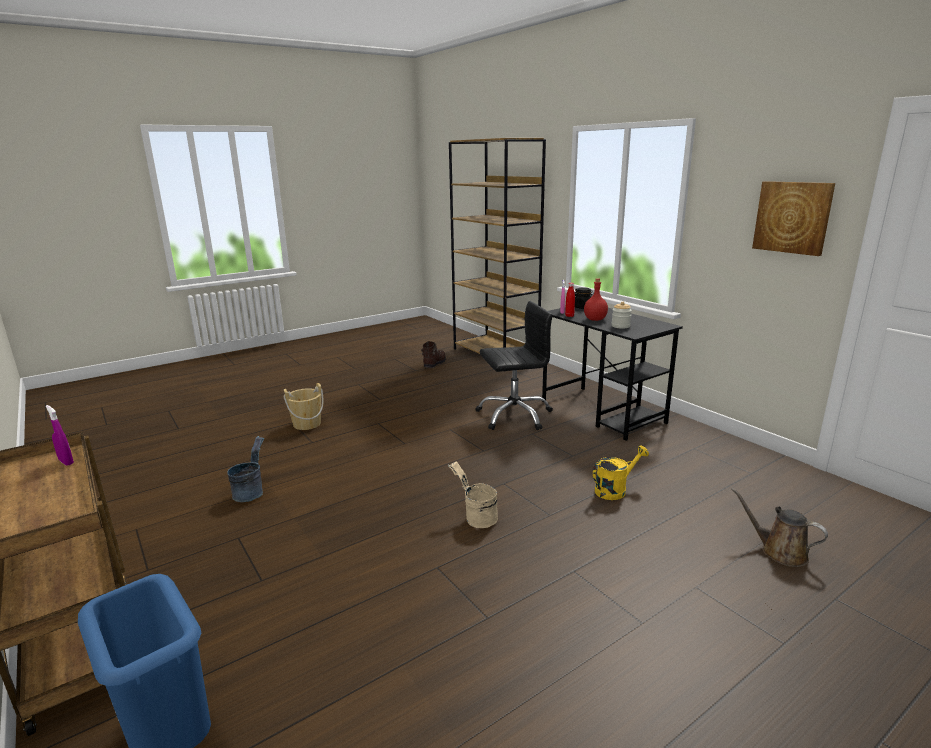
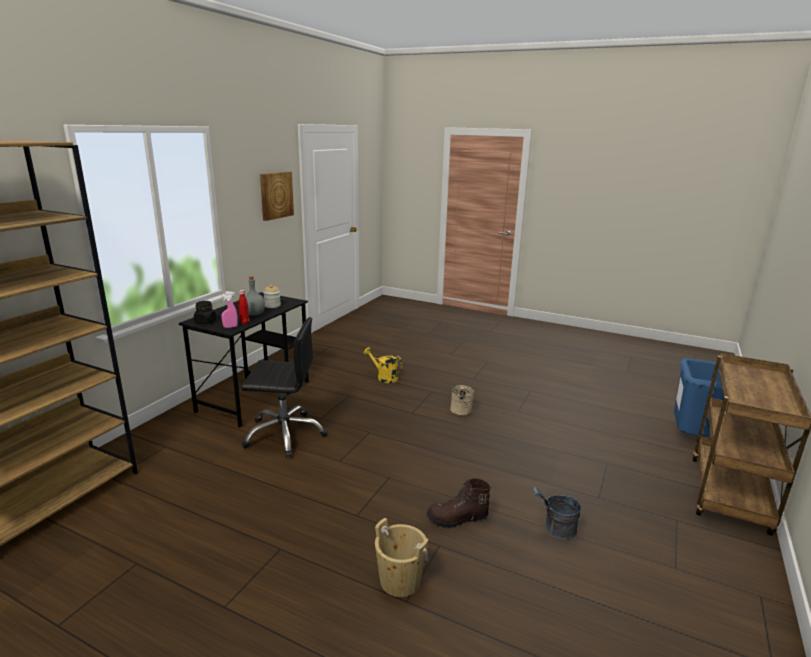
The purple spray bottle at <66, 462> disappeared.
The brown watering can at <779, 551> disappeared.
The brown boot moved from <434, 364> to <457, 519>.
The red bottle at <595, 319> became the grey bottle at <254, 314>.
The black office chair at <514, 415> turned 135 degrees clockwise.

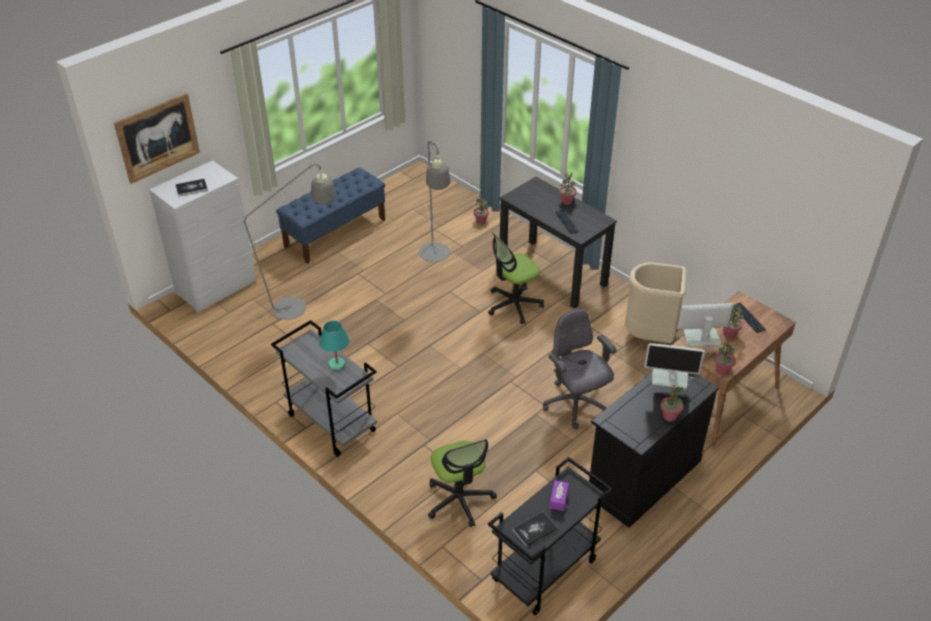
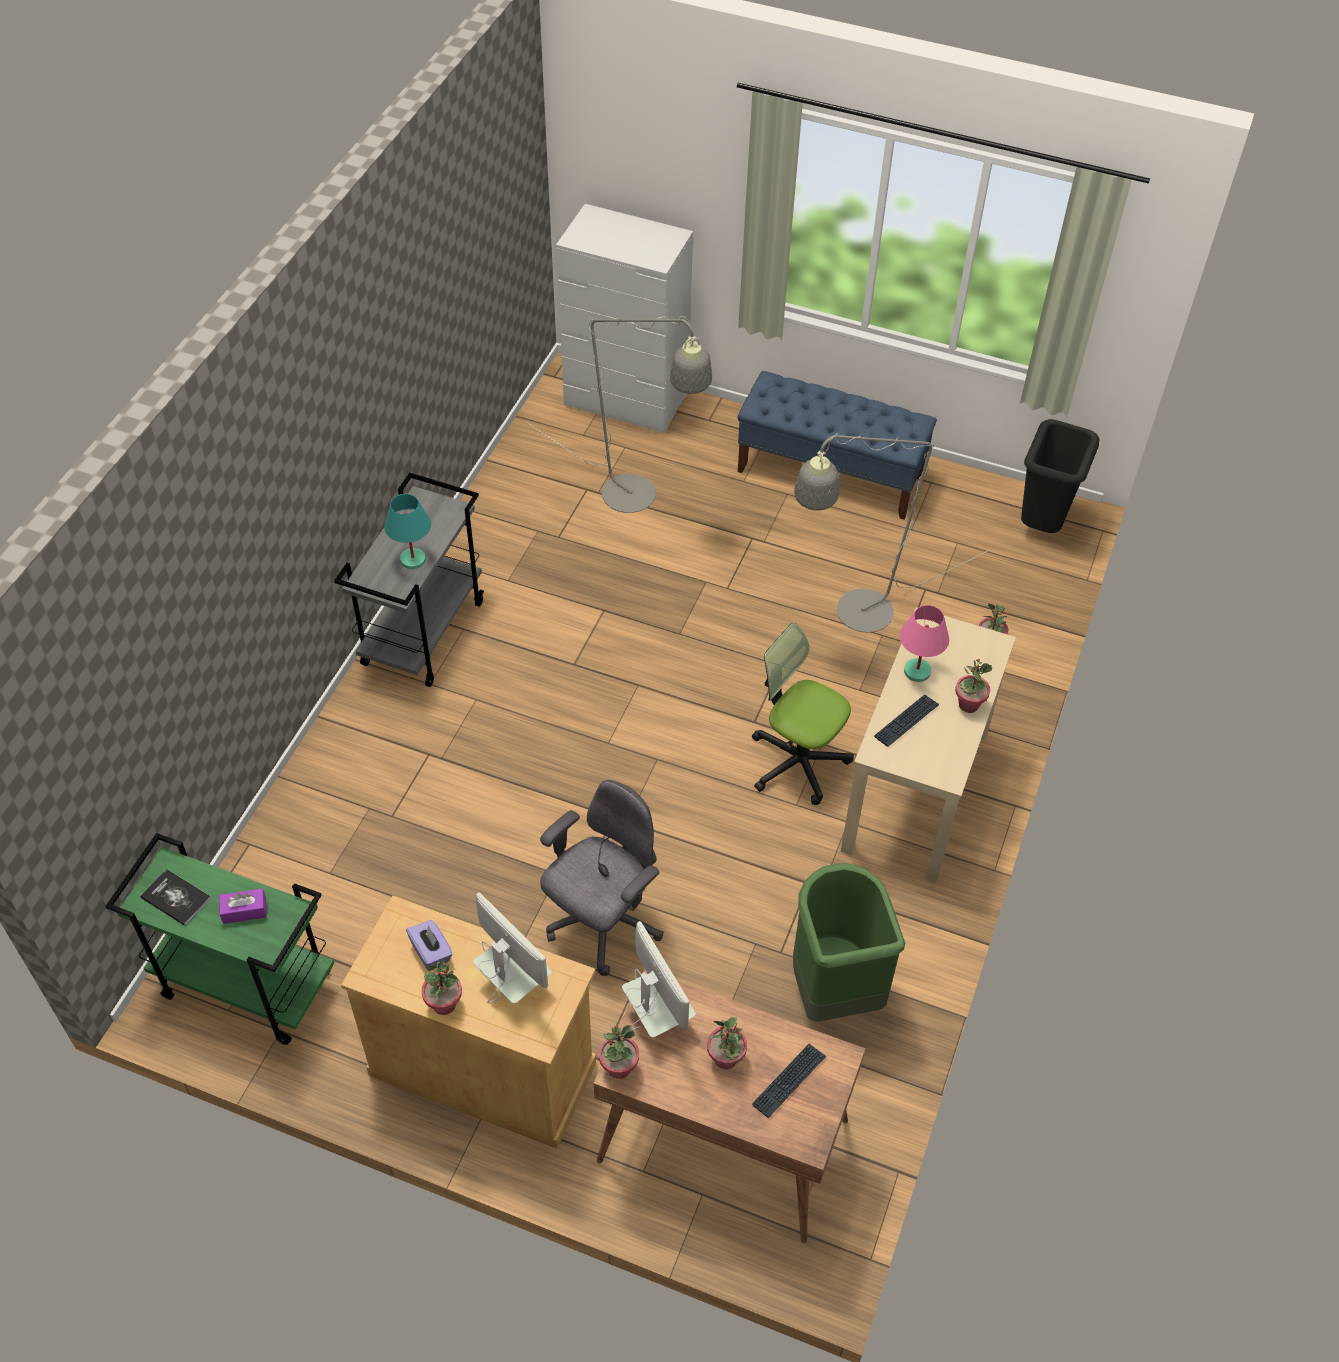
The picture at <157, 137> disappeared.
The book at <191, 188> disappeared.
The office chair at <459, 500> disappeared.
The purple tissue box at <431, 952> appeared.
The pink table lamp at <917, 672> appeared.
The black trash can at <1041, 527> appeared.
The black cart at <544, 572> became the green cart at <245, 985>.
The black desk at <553, 273> became the beige desk at <916, 791>.
The black cabinet at <643, 477> became the beige cabinet at <483, 1068>.
The beige trash can at <650, 336> became the green trash can at <833, 990>.
The monitor at <668, 388> turned 150 degrees clockwise.

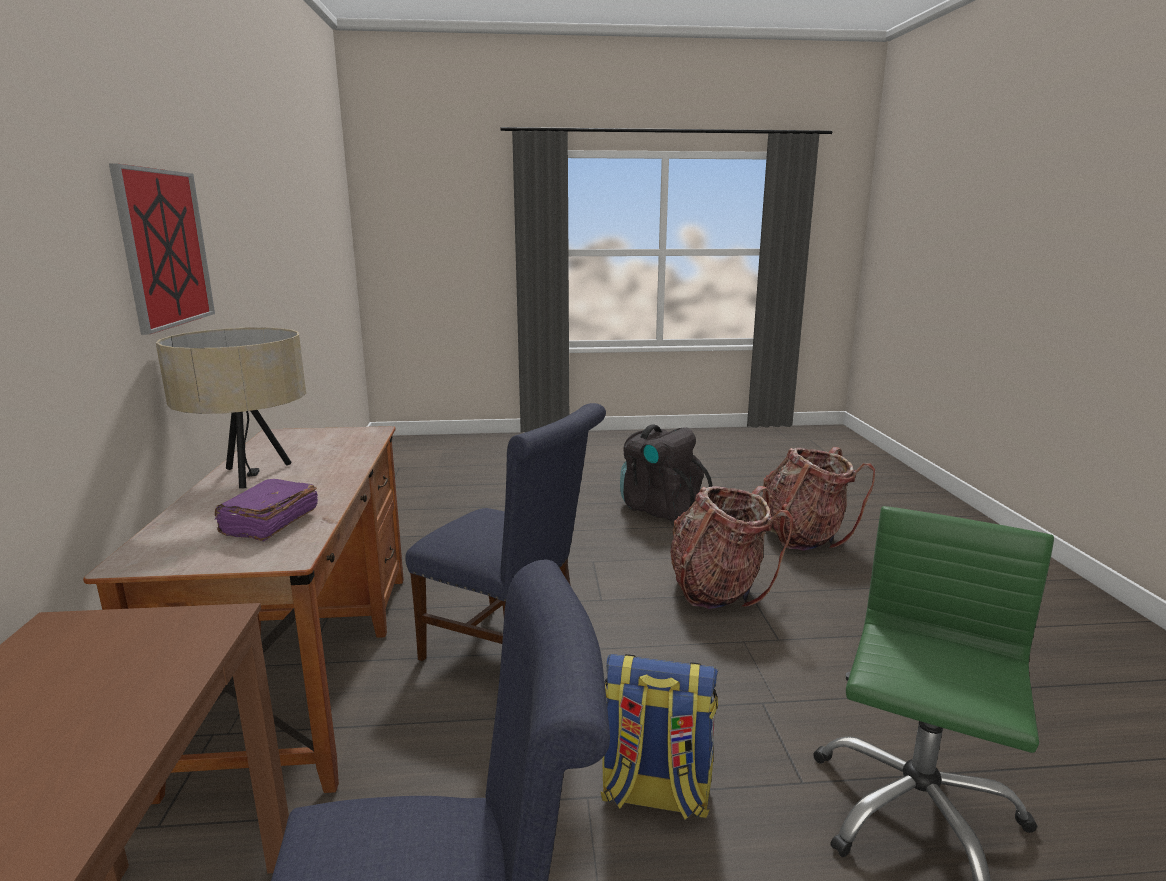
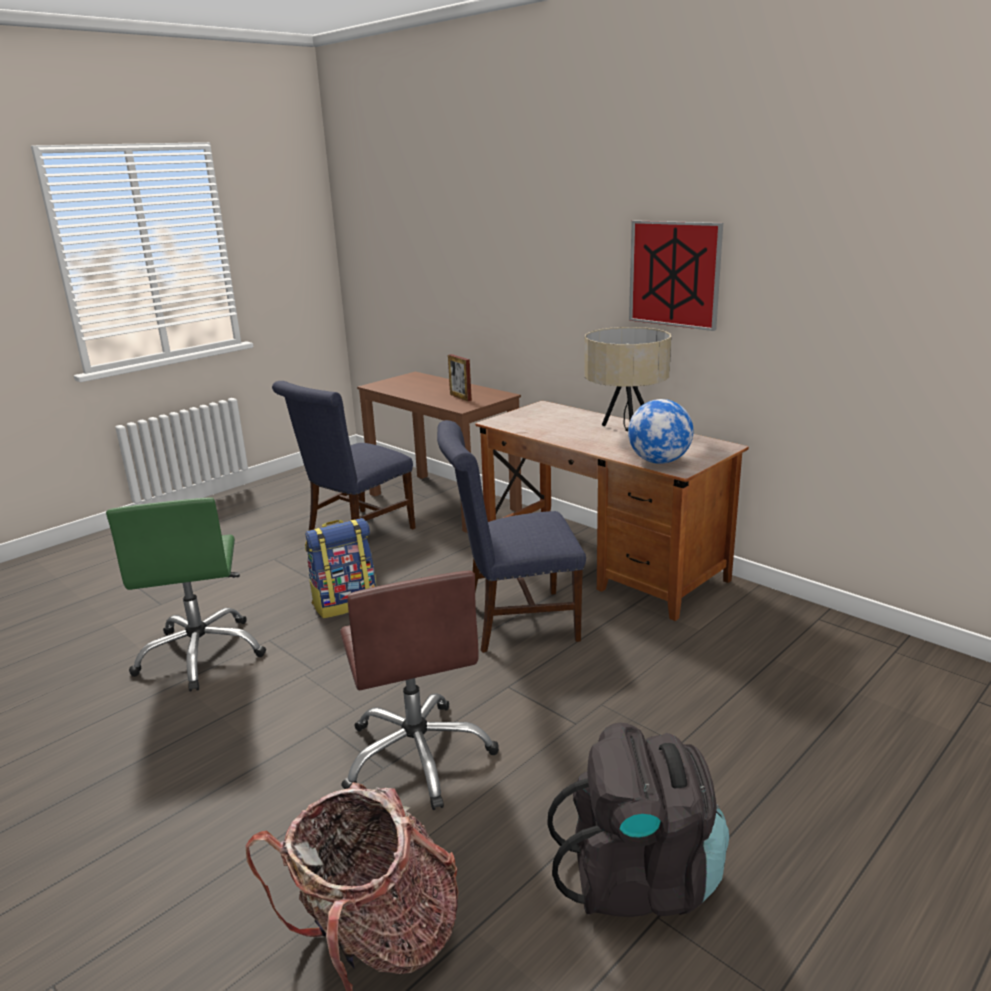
The purple book at <269, 524> disappeared.
The picture frame at <460, 397> appeared.
The globe at <659, 461> appeared.
The backpack at <718, 589> was replaced by the brown office chair at <418, 755>.

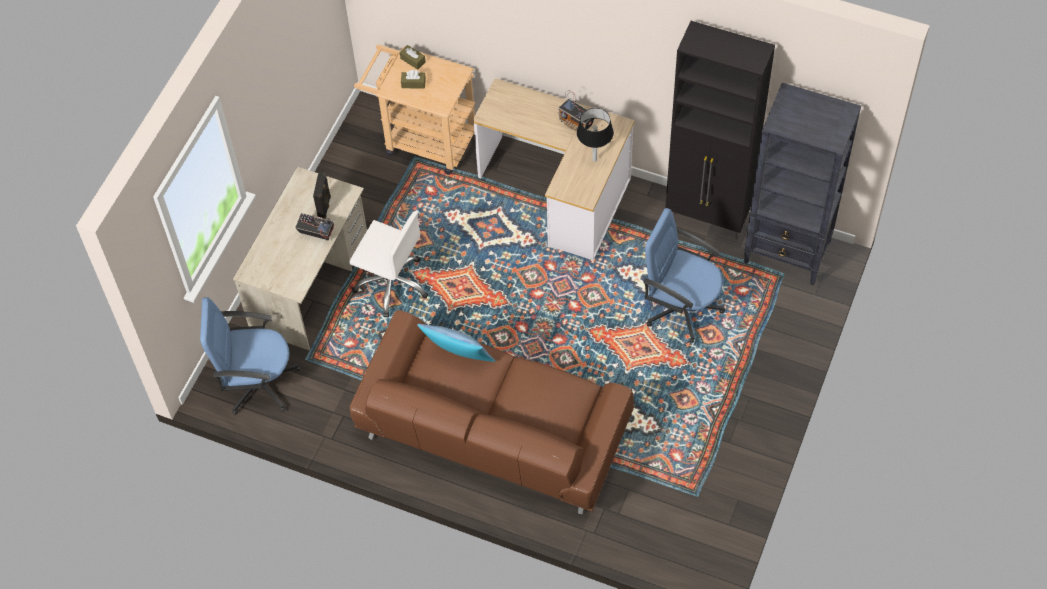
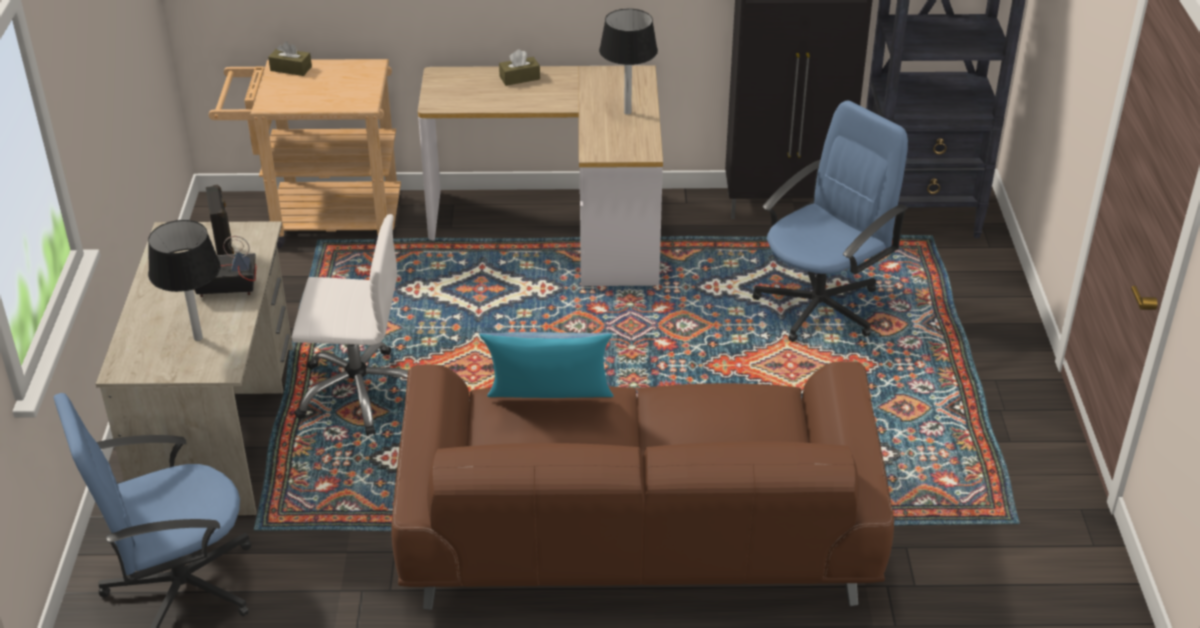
The radio at <576, 123> disappeared.
The black table lamp at <198, 338> appeared.
The brown tissue box moved from <413, 83> to <519, 78>.
The blue office chair at <681, 307> turned 135 degrees clockwise.

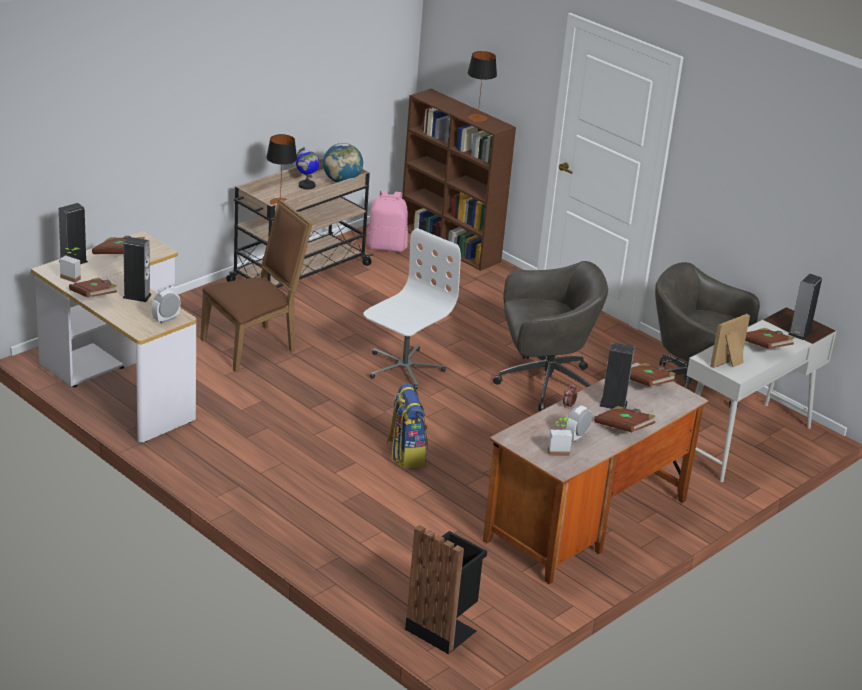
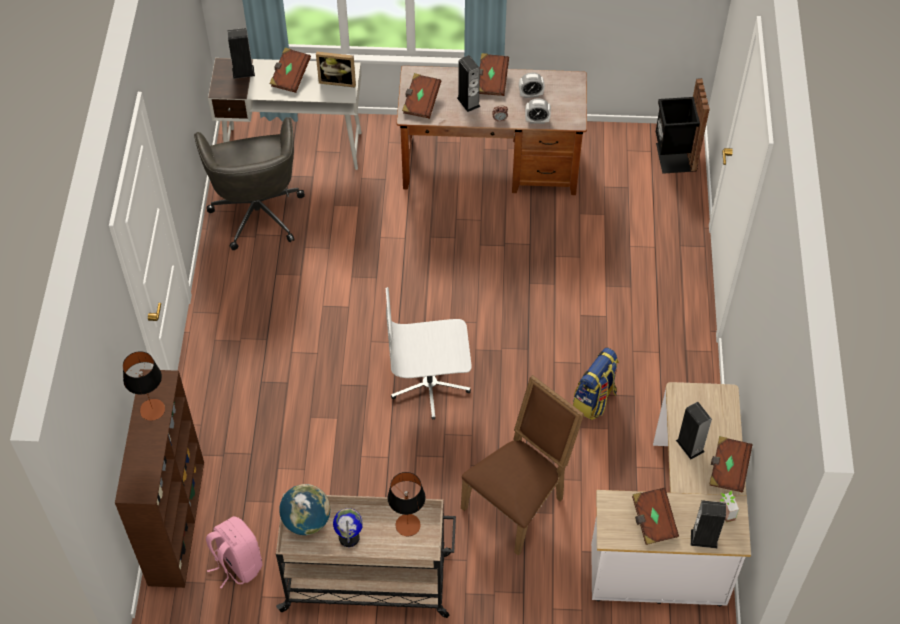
The grey office chair at <543, 383> disappeared.
The potted plant at <557, 450> disappeared.
The alarm clock moved from <166, 319> to <537, 120>.
The backpack moved from <405, 454> to <594, 400>.
The brown chair at <254, 345> turned 120 degrees clockwise.

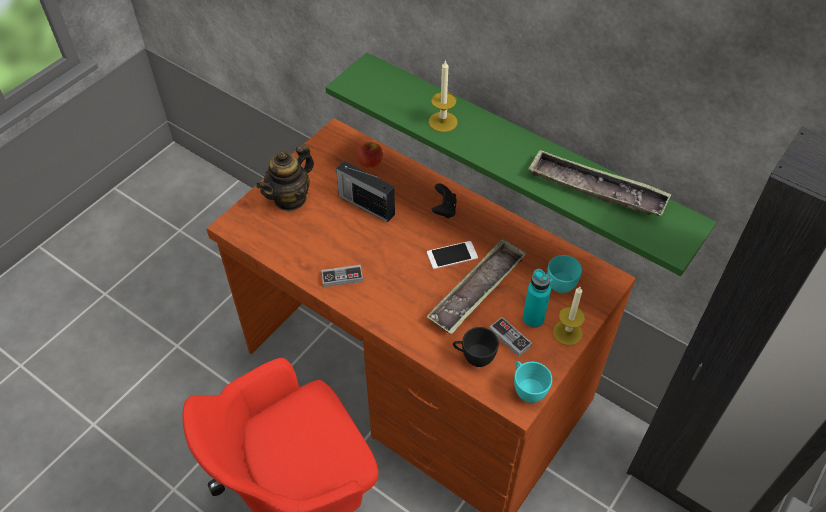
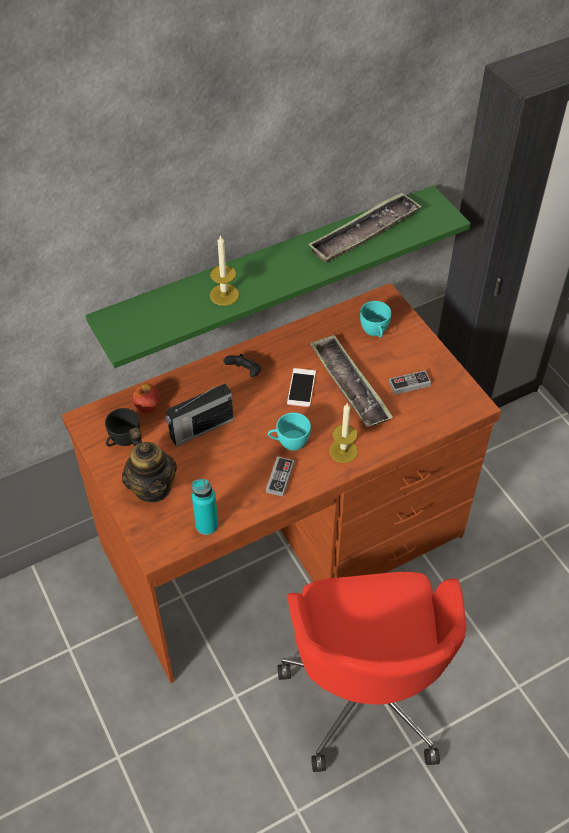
The black cup moved from <474, 357> to <122, 441>.
The turquoise cup moved from <527, 389> to <289, 443>.
The turquoise bottle moved from <533, 319> to <207, 525>.
The candle moved from <567, 332> to <343, 451>.

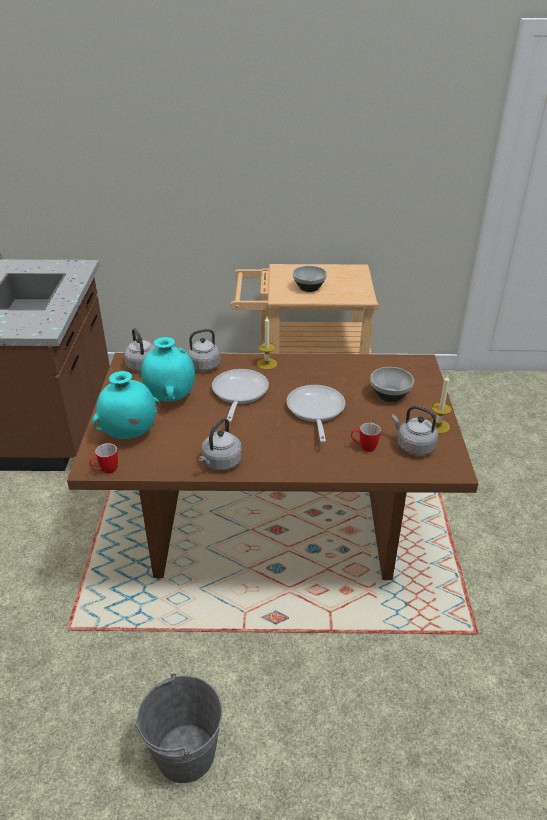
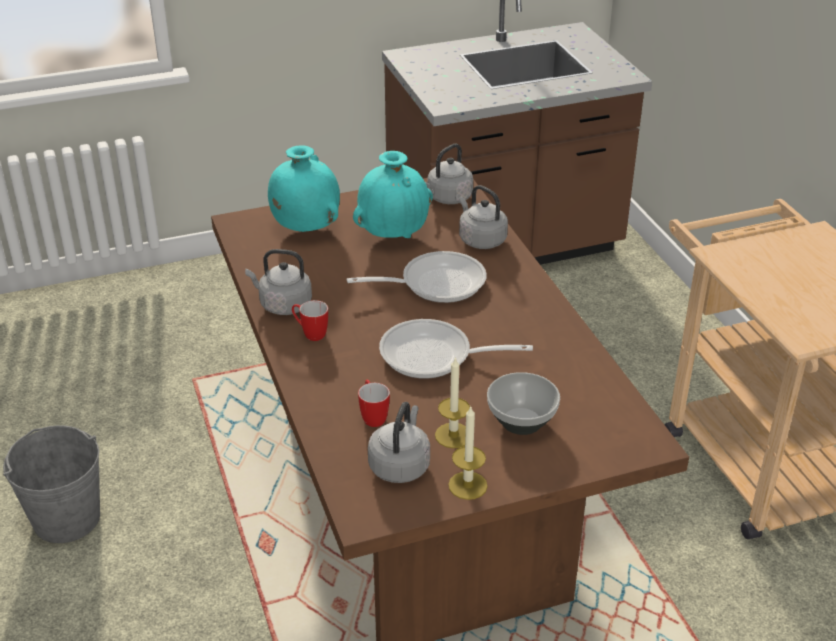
The bowl at <309, 288> disappeared.
The mug moved from <105, 471> to <310, 334>.
The candle moved from <267, 364> to <453, 435>.
The frying pan at <315, 411> turned 150 degrees counterclockwise.

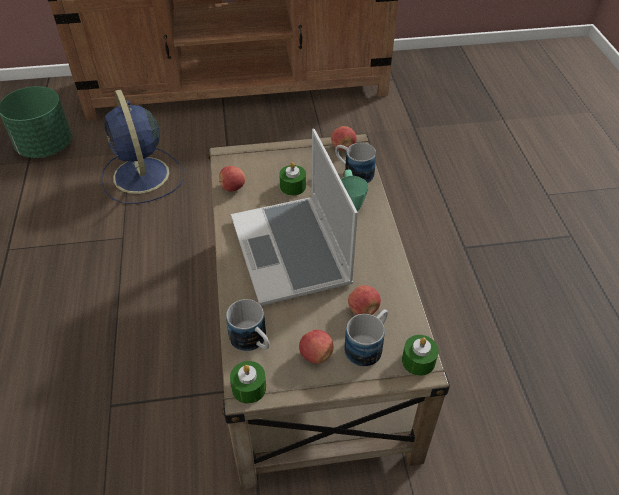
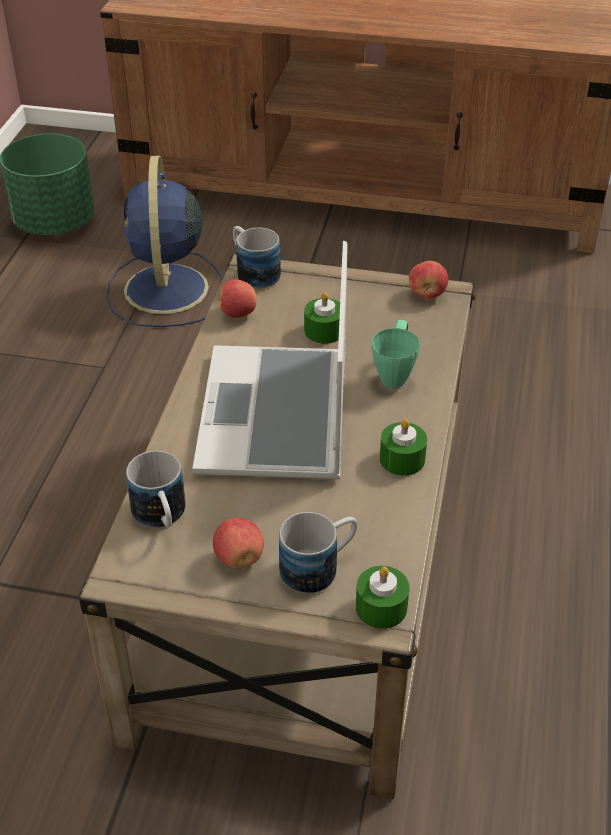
The apple at <363, 310> disappeared.
The green candle moved from <249, 388> to <402, 459>.
The mug moved from <353, 173> to <253, 272>.

